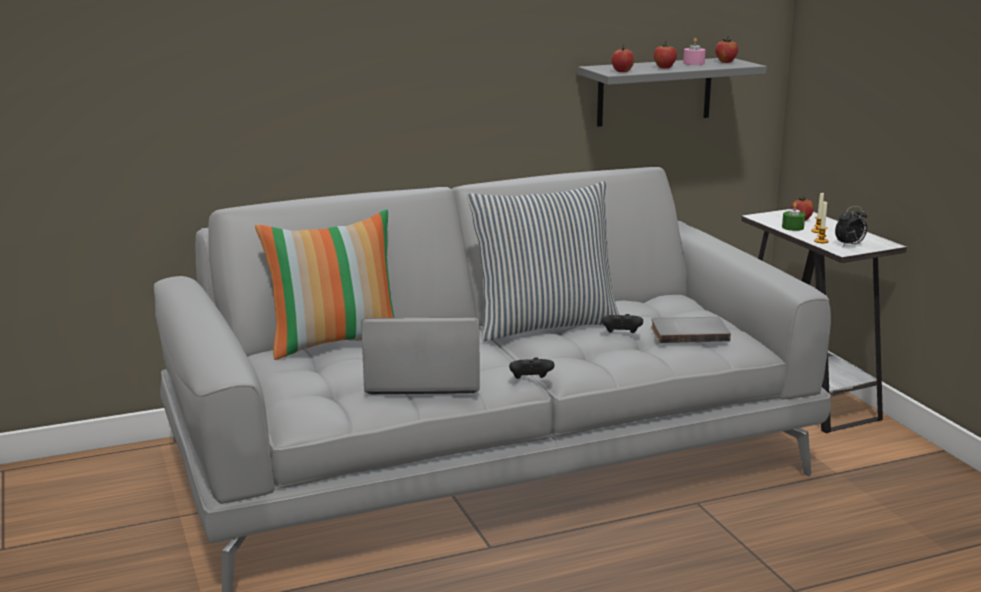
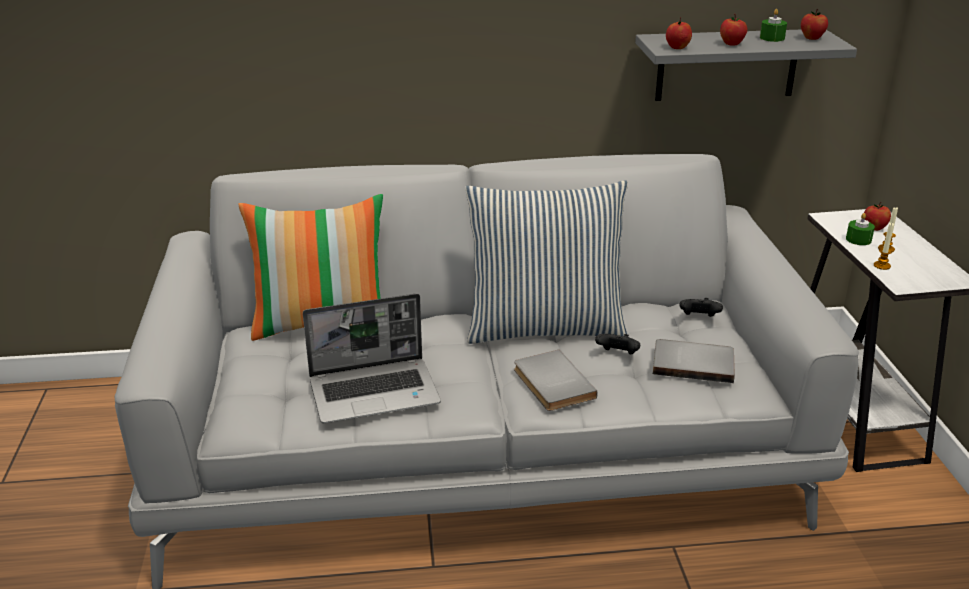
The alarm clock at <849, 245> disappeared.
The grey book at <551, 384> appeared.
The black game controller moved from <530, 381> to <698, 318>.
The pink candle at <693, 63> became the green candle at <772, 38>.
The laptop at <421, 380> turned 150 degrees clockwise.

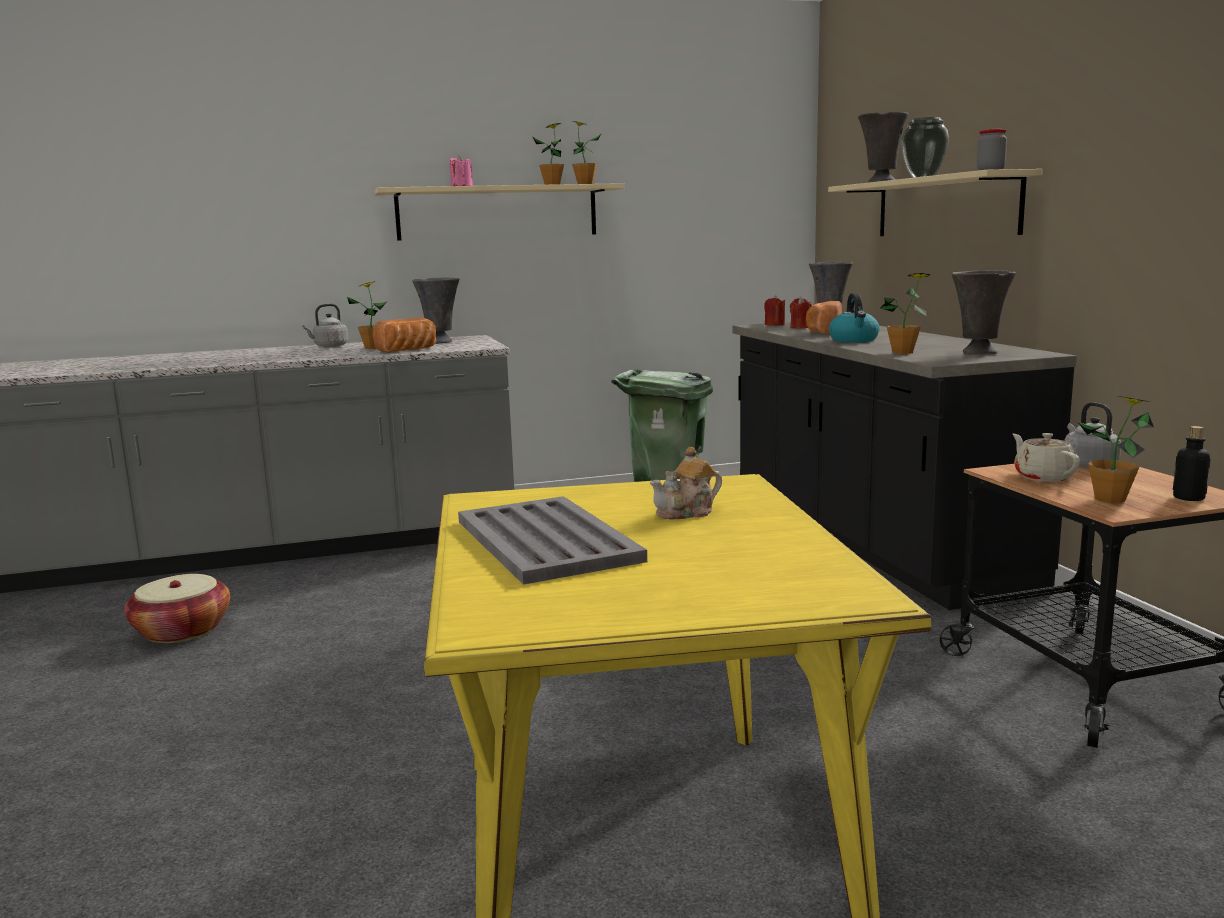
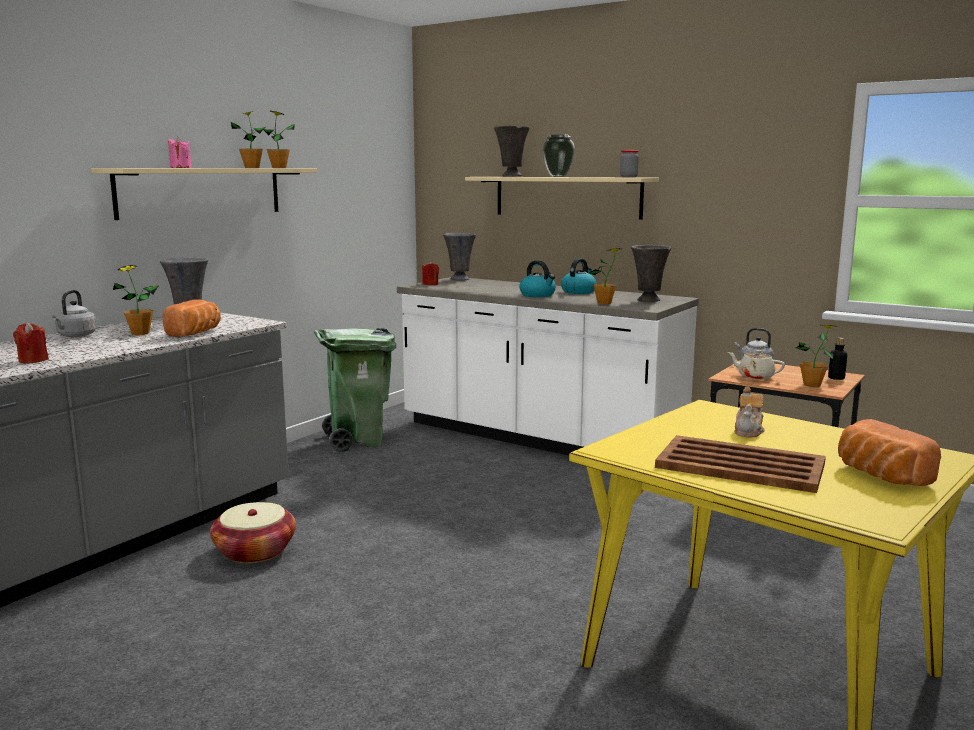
The kettle at <578, 292> appeared.
The basket moved from <182, 631> to <255, 551>.
The red candle moved from <800, 327> to <33, 360>.
The bread moved from <822, 332> to <879, 476>.
The grey tray at <546, 541> became the brown tray at <742, 466>.
The black counter at <867, 537> became the white counter at <538, 438>.

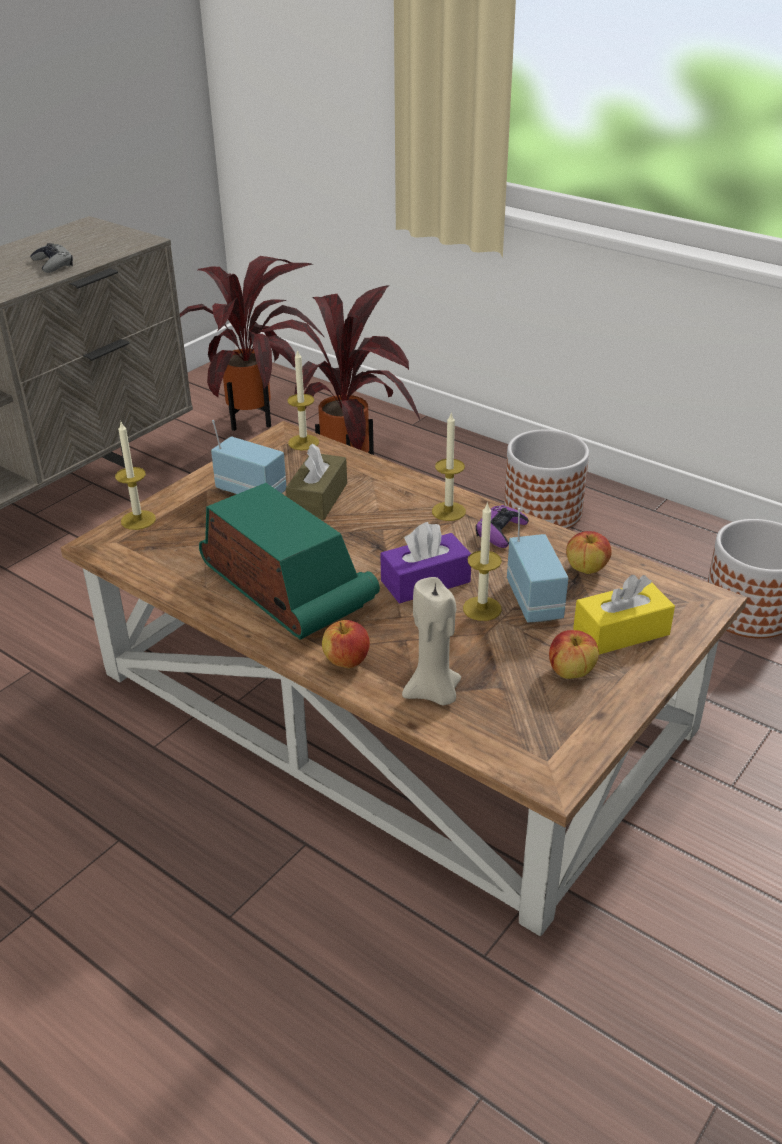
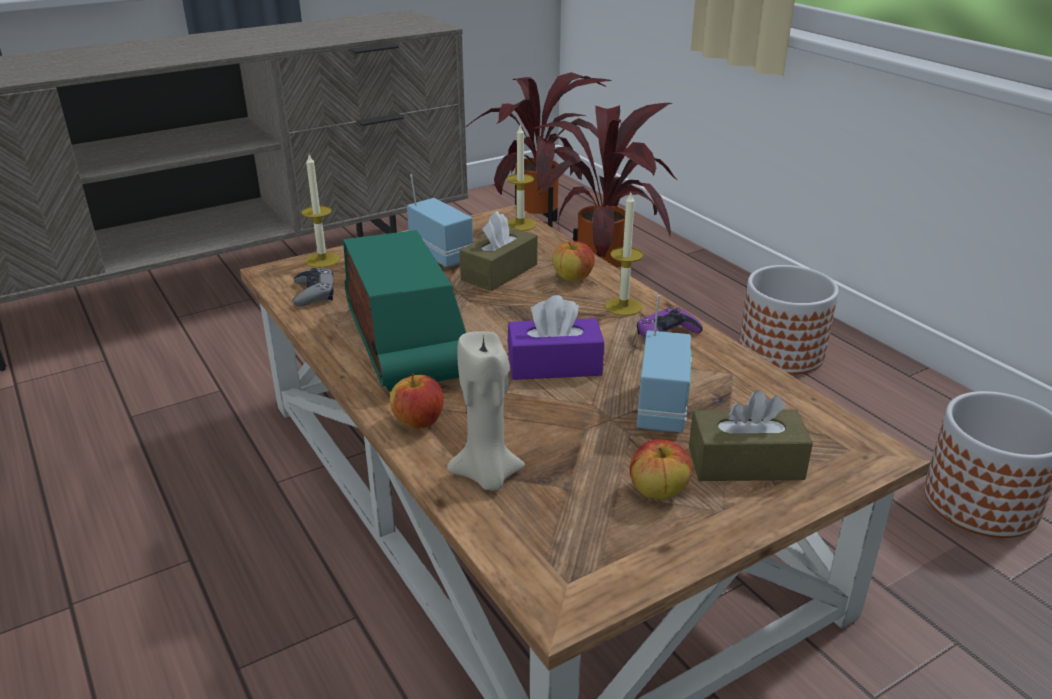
The candle at <482, 608> disappeared.
The grey game controller moved from <53, 264> to <314, 293>.
The apple moved from <586, 569> to <573, 278>.
The yellow tissue box at <621, 632> became the brown tissue box at <745, 463>.

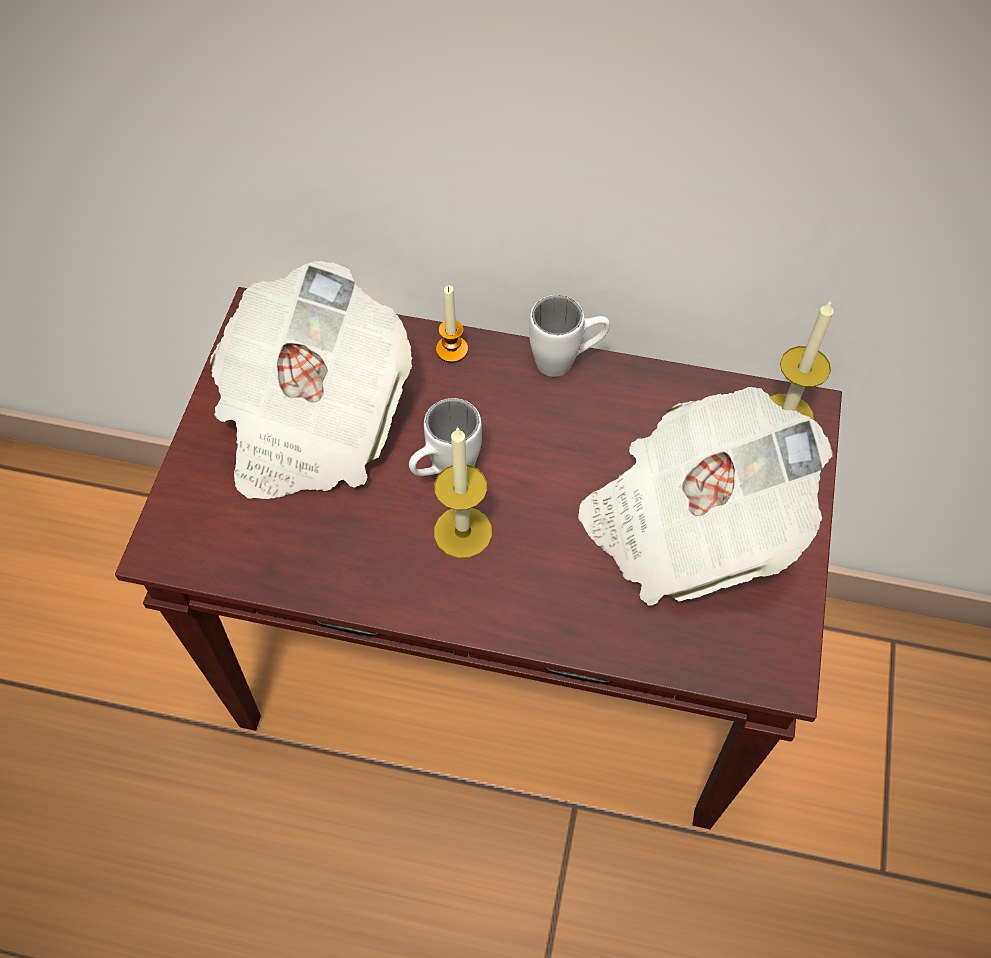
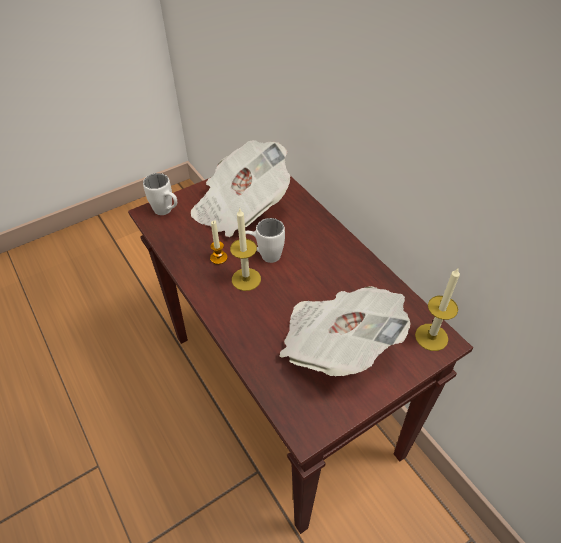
The candle moved from <452, 350> to <218, 258>.
The white mug moved from <566, 361> to <167, 212>.

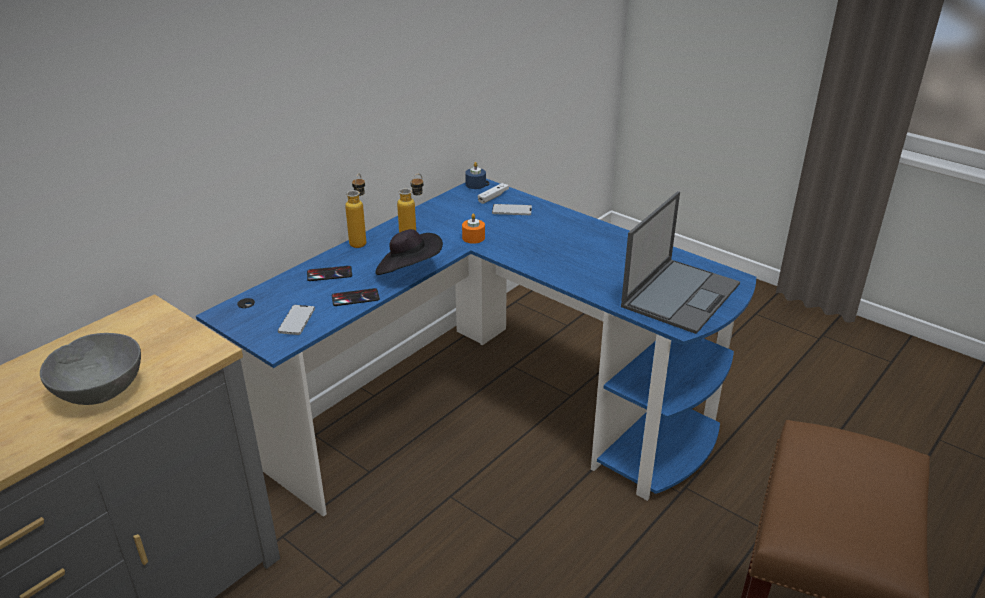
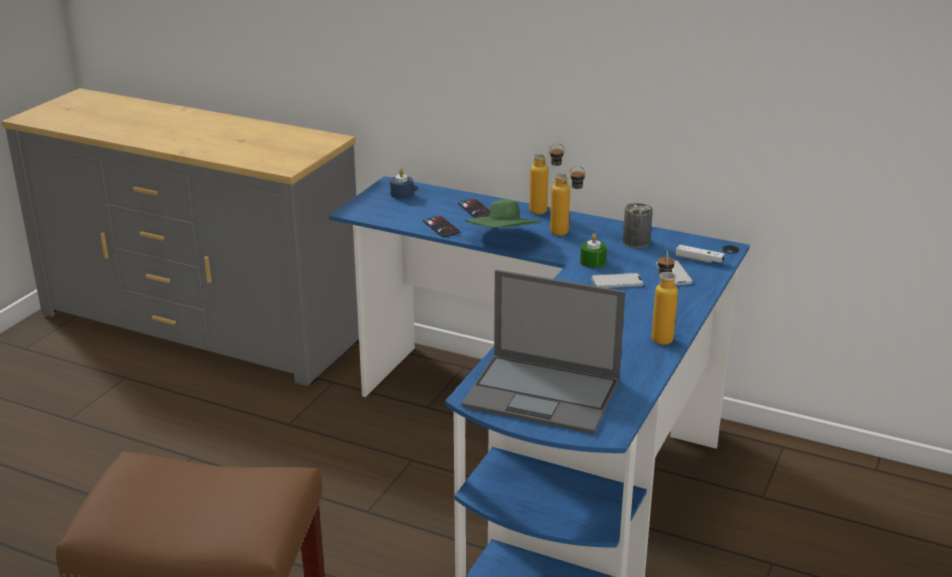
The grey bowl at <100, 391> disappeared.
The can at <636, 242> appeared.
The bottle at <661, 335> appeared.
The phone moved from <296, 321> to <616, 282>.
The blue candle moved from <475, 184> to <402, 194>.
The black hat at <409, 270> became the green hat at <504, 241>.
The orange candle at <473, 237> became the green candle at <592, 262>.

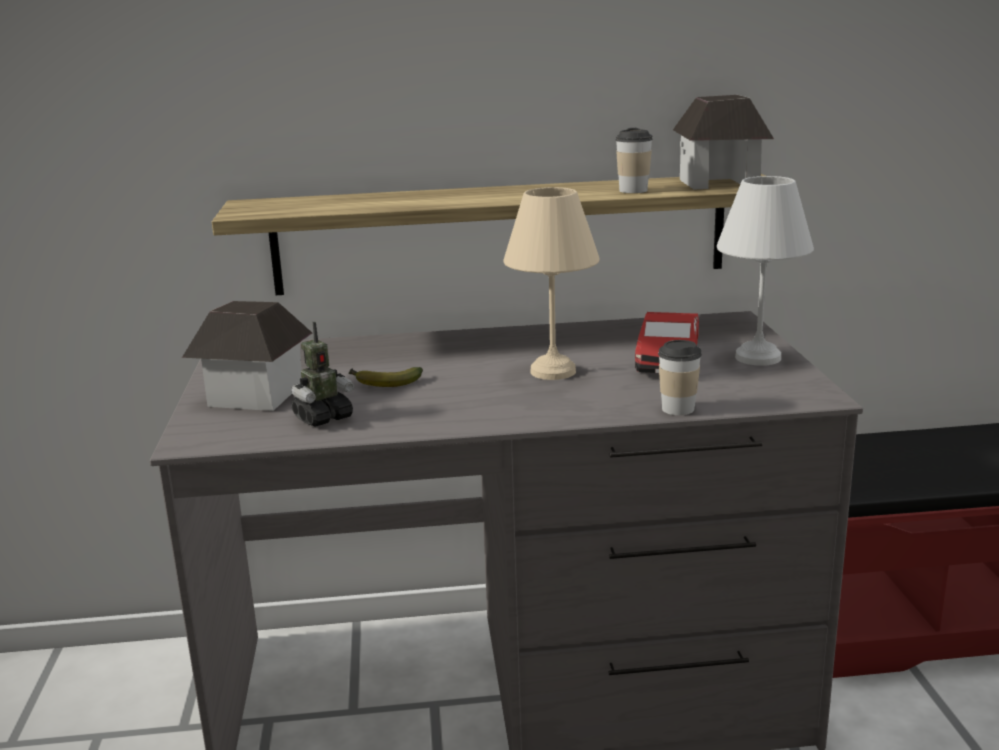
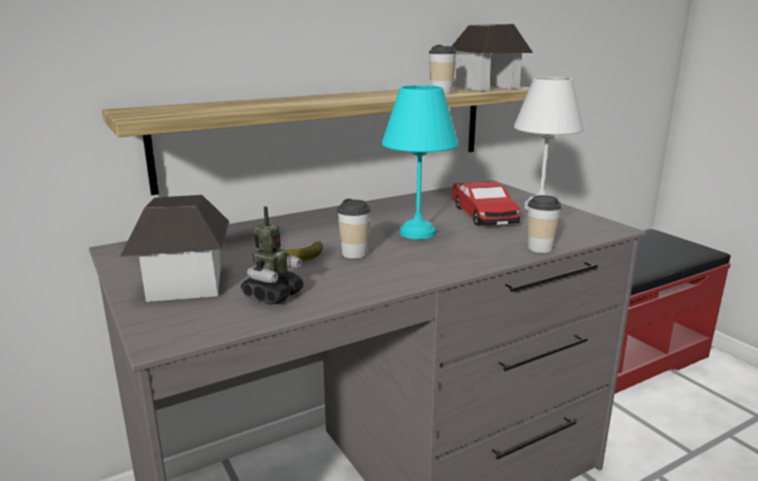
The cup at <354, 253> appeared.
The beige table lamp at <555, 371> became the turquoise table lamp at <419, 232>.

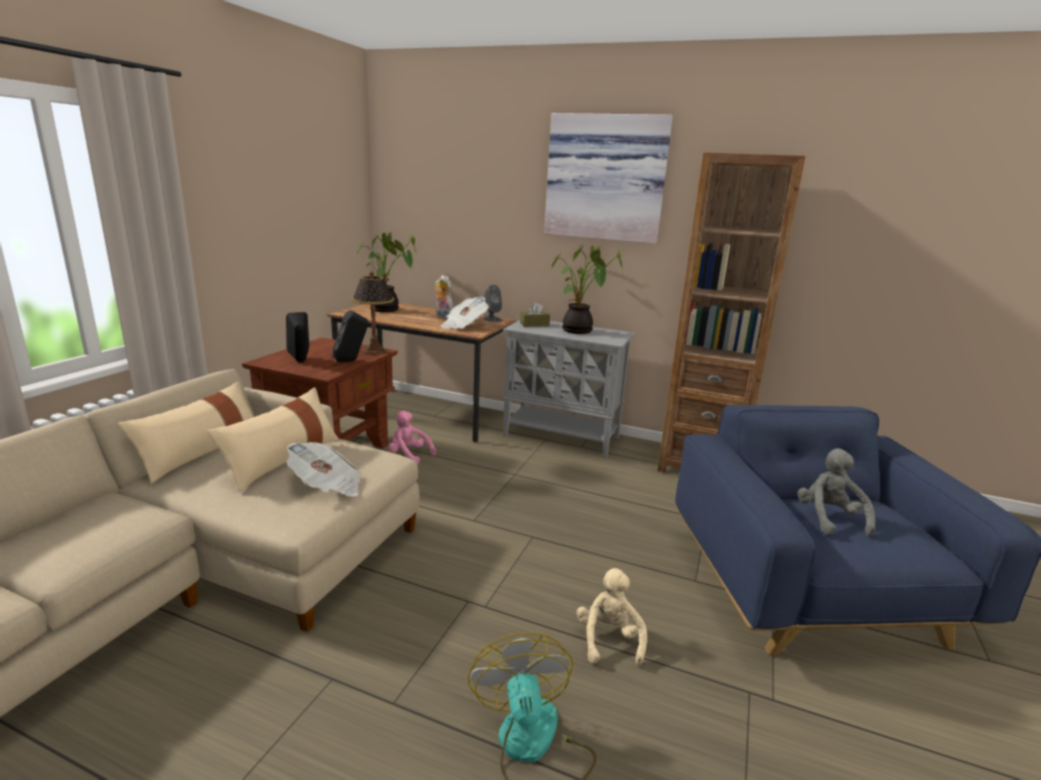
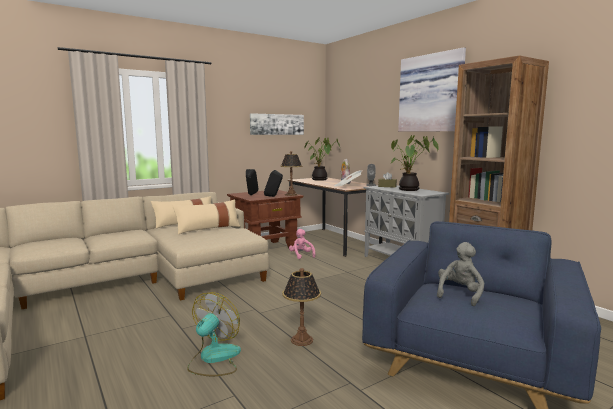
The newspaper at <327, 486> disappeared.
The picture at <277, 124> appeared.
The beige plush toy at <608, 640> was replaced by the table lamp at <302, 340>.

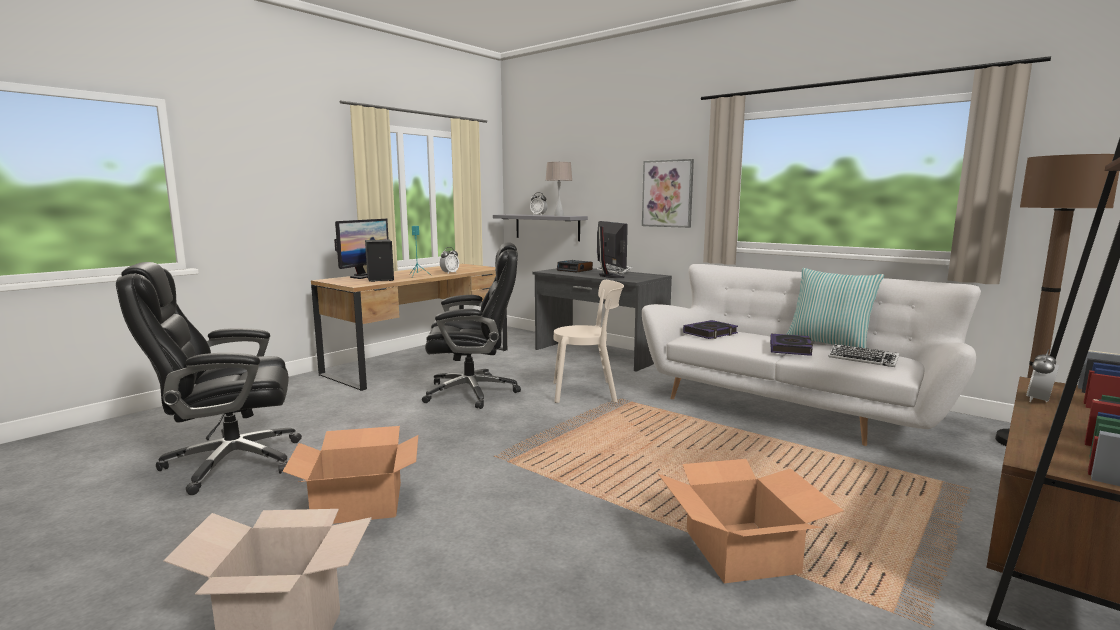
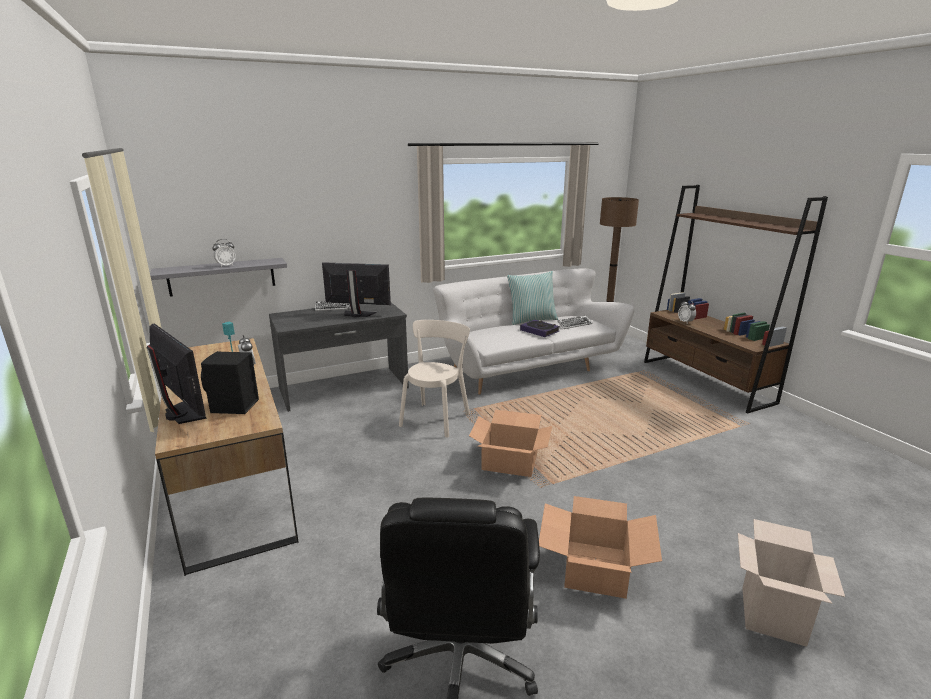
The black office chair at <473, 392> disappeared.
The beige table lamp at <559, 215> disappeared.
The alarm clock at <575, 270> disappeared.
The picture at <667, 193> disappeared.
The book at <710, 333> disappeared.
The cardboard box moved from <741, 550> to <509, 461>.

